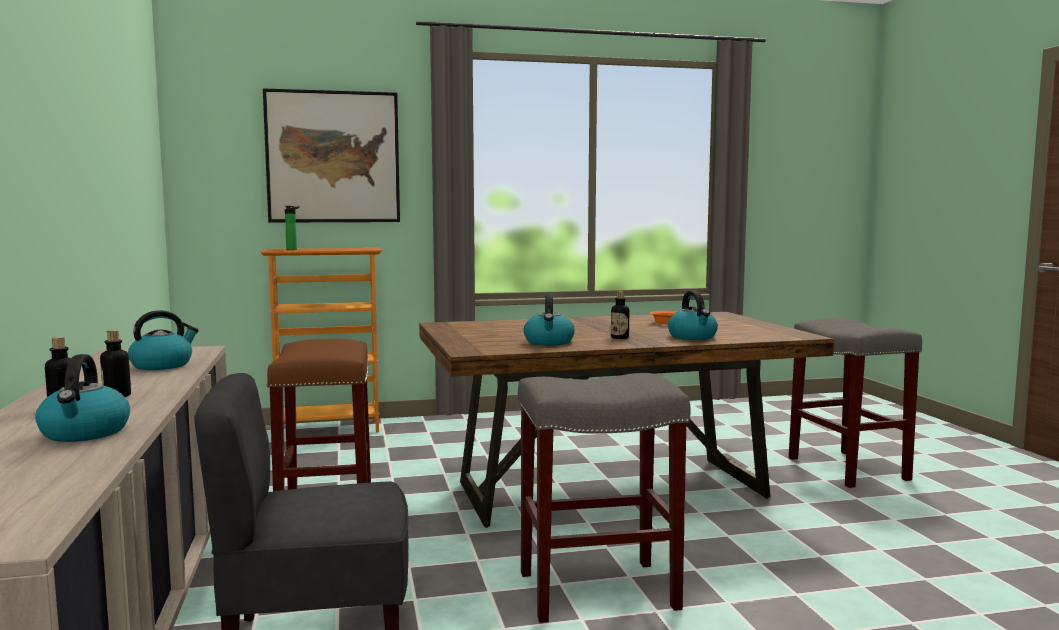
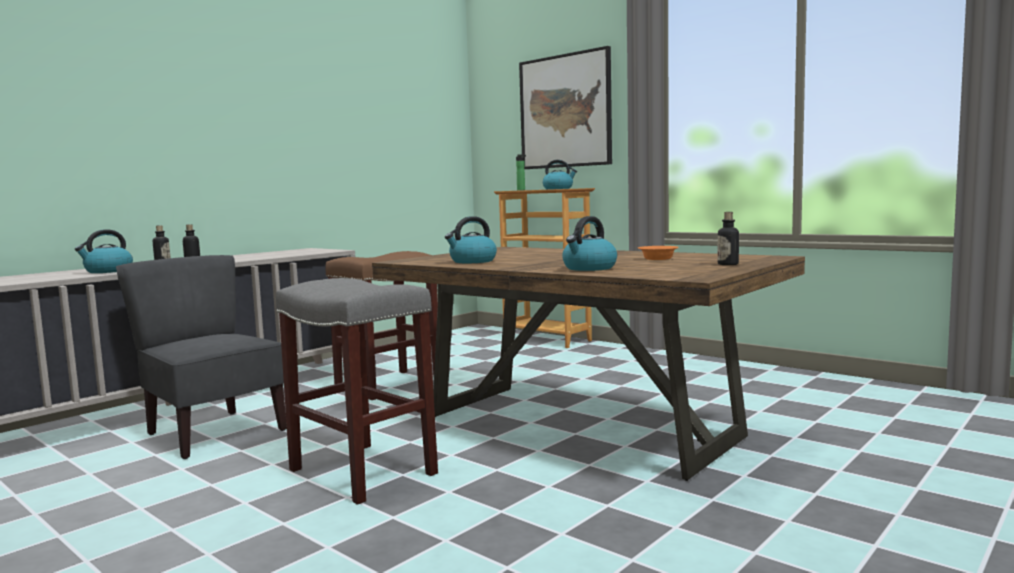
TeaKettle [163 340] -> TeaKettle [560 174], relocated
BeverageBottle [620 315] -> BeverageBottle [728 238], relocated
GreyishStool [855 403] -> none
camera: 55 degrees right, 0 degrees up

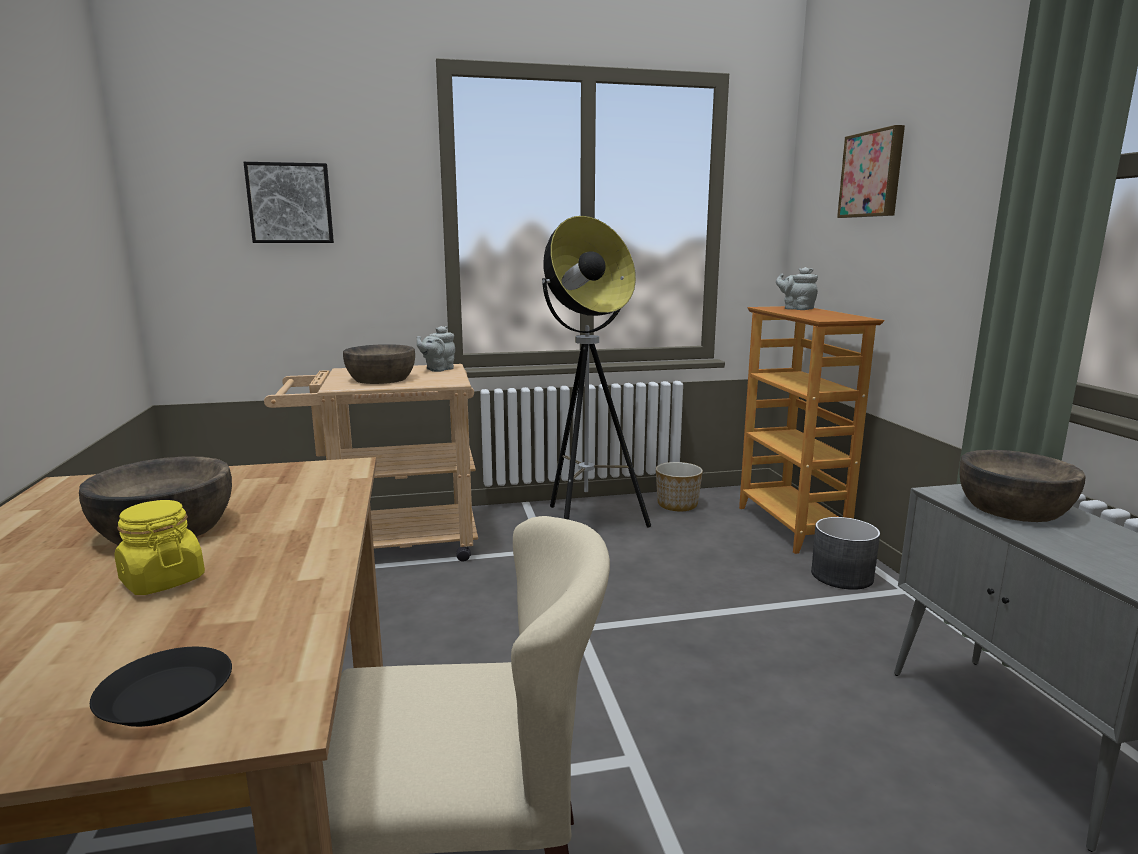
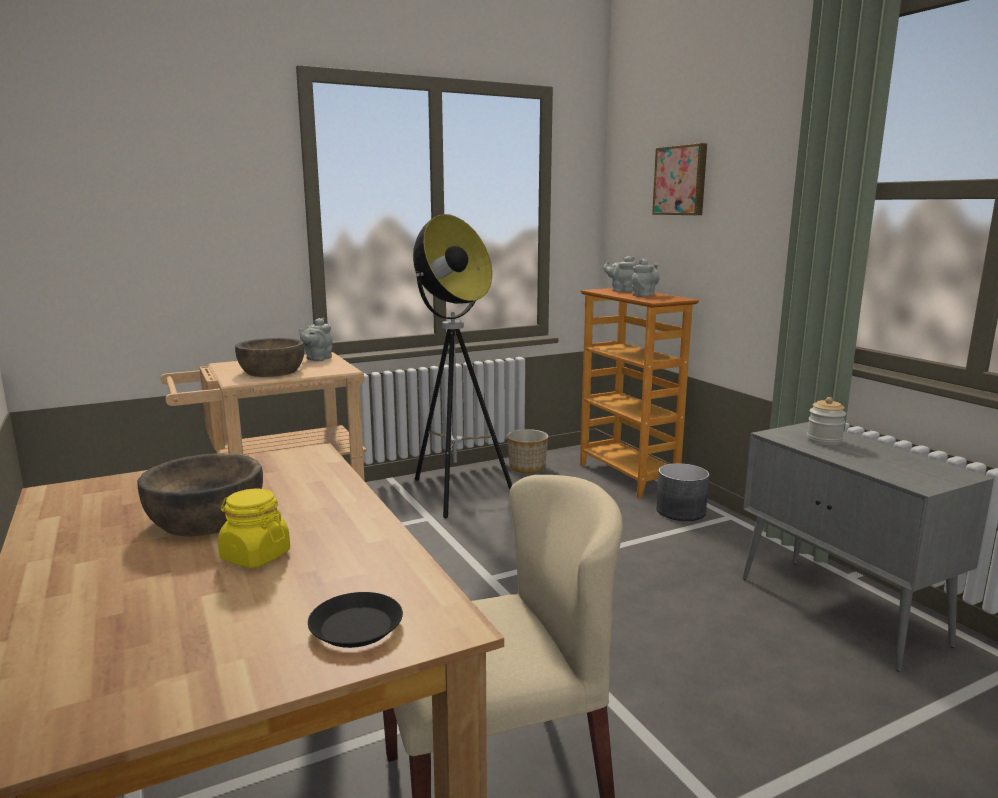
none -> GreyishPotForTea [646 277]
BrownishServingBowl [1022 486] -> PreserveJar [826 421]
Picture [289 202] -> none
camera: 15 degrees left, 0 degrees up

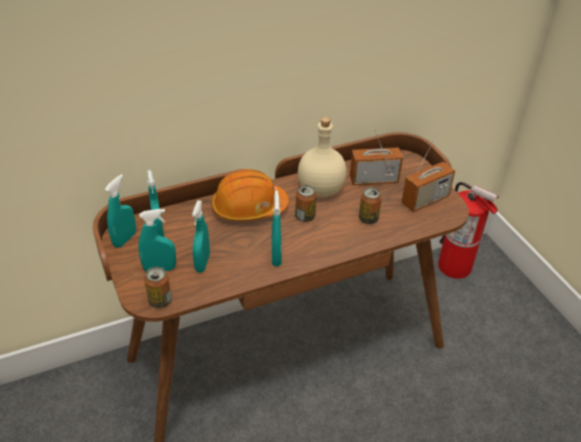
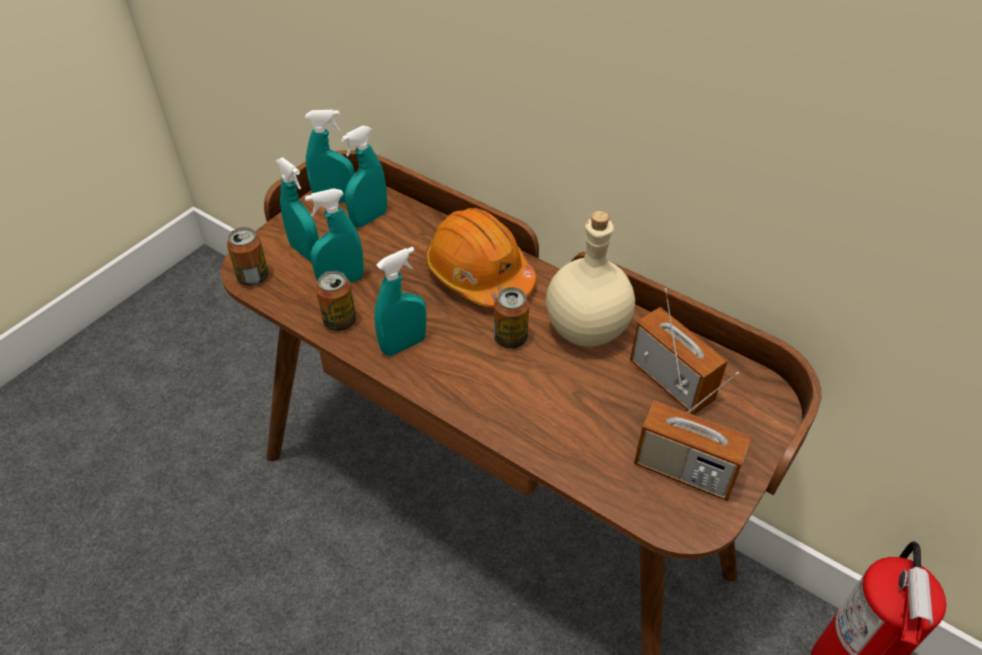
SealedCan [370 205] -> SealedCan [336 301], relocated
camera: 60 degrees right, 5 degrees up

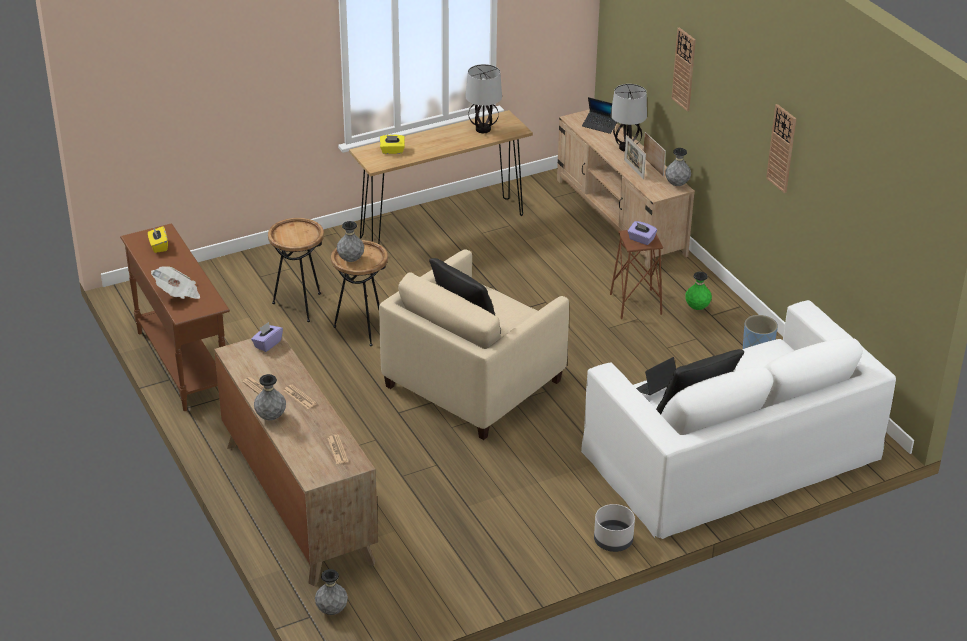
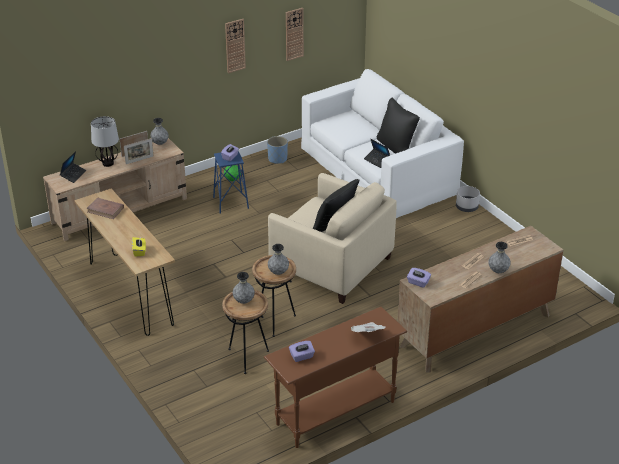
LampForATable [483 98] -> BrownishBook [105 208]
BrownishStool [636 274] -> BlueStool [231 182]
GreyishDecorativeVase [331 592] -> GreyishDecorativeVase [244 288], relocated
ClockOnTheWall [683 69] -> ClockOnTheWall [295 34], relocated
YellowishTissueHolder [158 239] -> PurpleTissueHolder [302 351]
camera: 95 degrees left, 0 degrees up

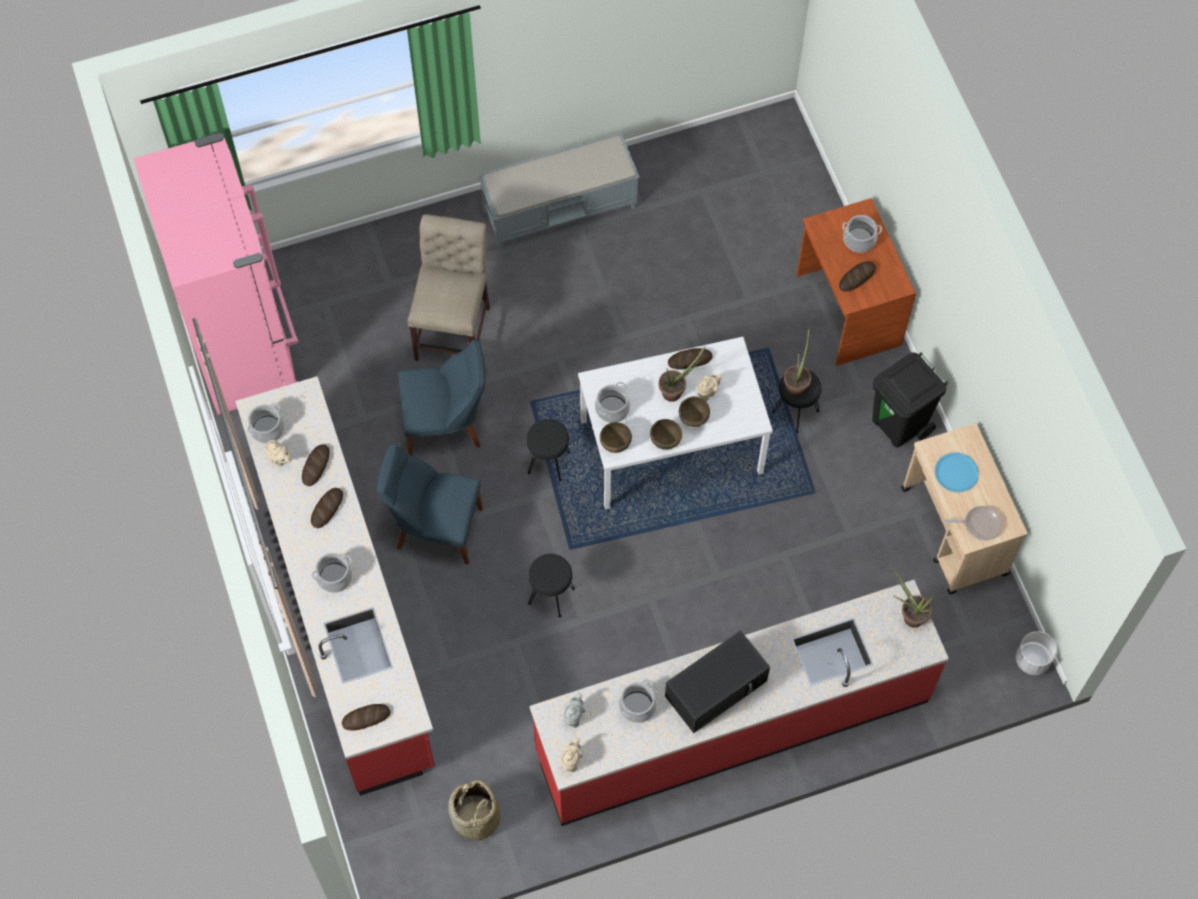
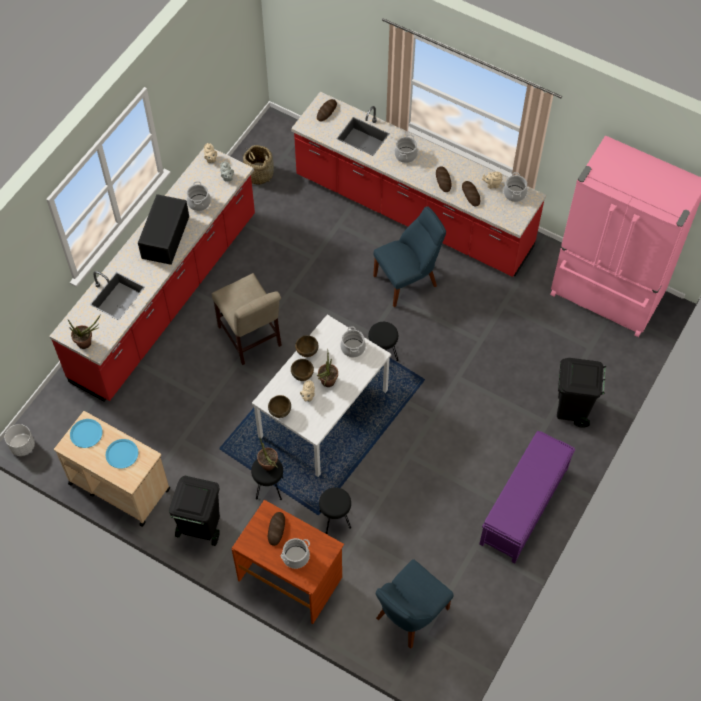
Pan [973 523] -> BluePlate [86 433]
BeigeColouredPlainChair [448 287] -> BeigeColouredPlainChair [247 319], relocated
BrownishServingBowl [616 437] -> BrownishServingBowl [279 406], relocated
BlackishStool [551 586] -> BlackishStool [335 510], relocated
BluePlainChair [442 397] -> BluePlainChair [415 604], relocated
GreyishLongSeat [559 191] -> PurpleLongSeat [527 497]
none -> BlackishWasteBin [581 392]
BakedBread [690 359] -> none
camera: 140 degrees right, 5 degrees down

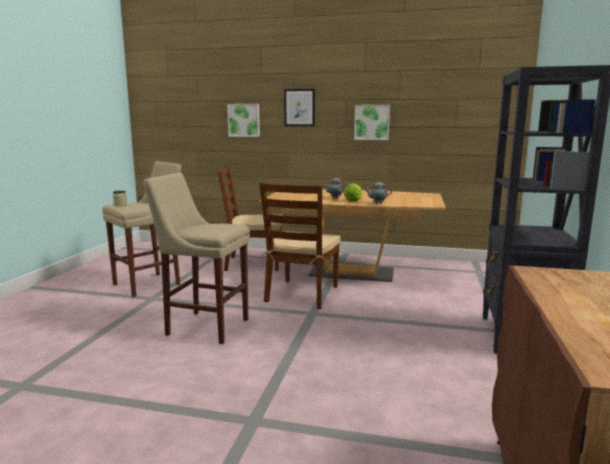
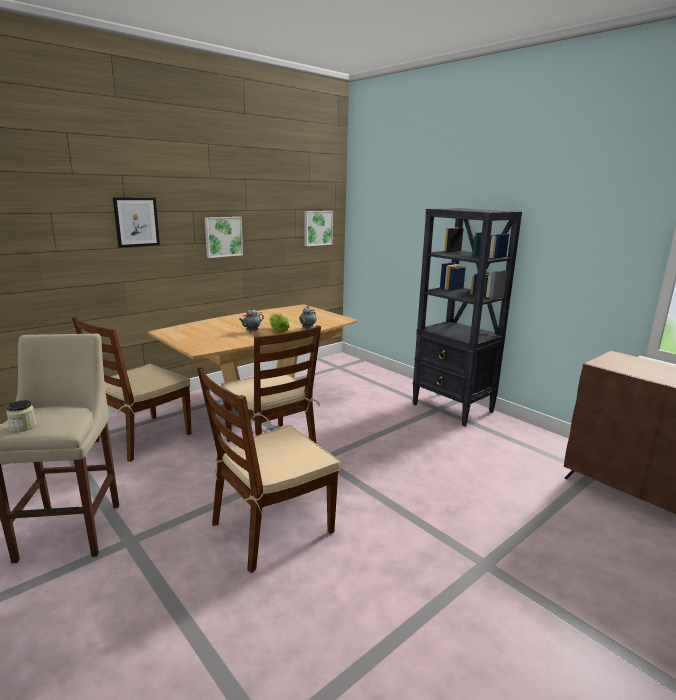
BeigeColouredStool [196 258] -> BrownishPlainChair [268 469]
Picture [243 120] -> Picture [318 228], relocated
camera: 55 degrees left, 5 degrees up

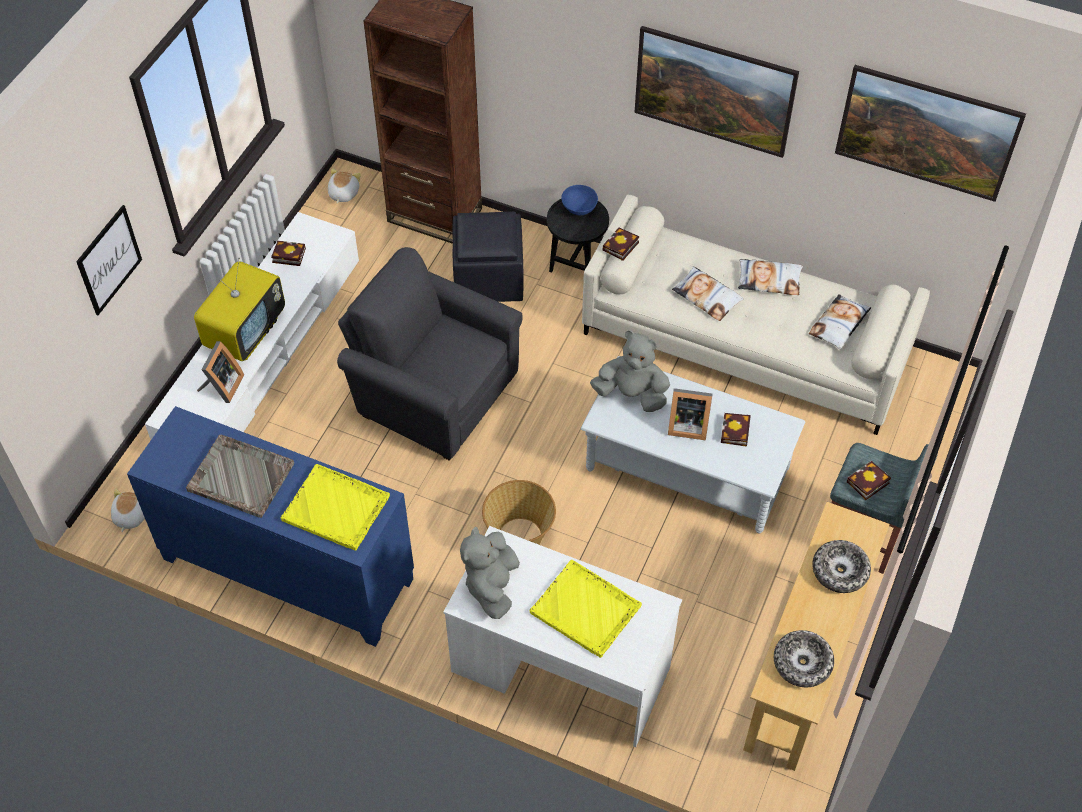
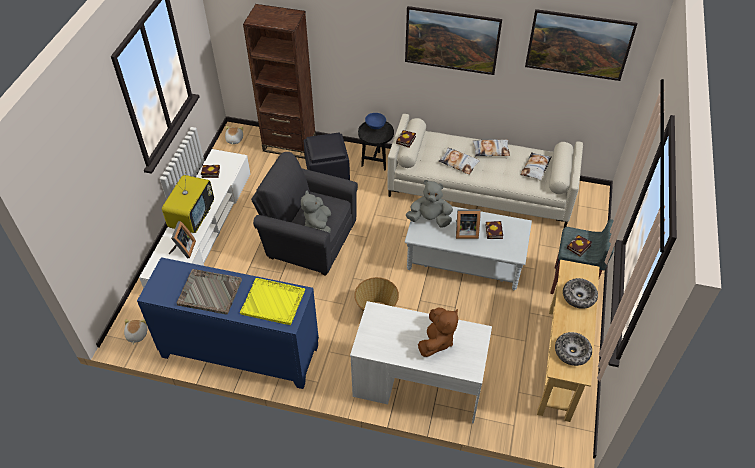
GreyishPlushToy [490 573] -> GreyishPlushToy [316 212], relocated
YellowishCarryingTray [586 609] -> BrownishPlushToy [438 332]
Picture [109 260] -> none
camera: 10 degrees left, 5 degrees down

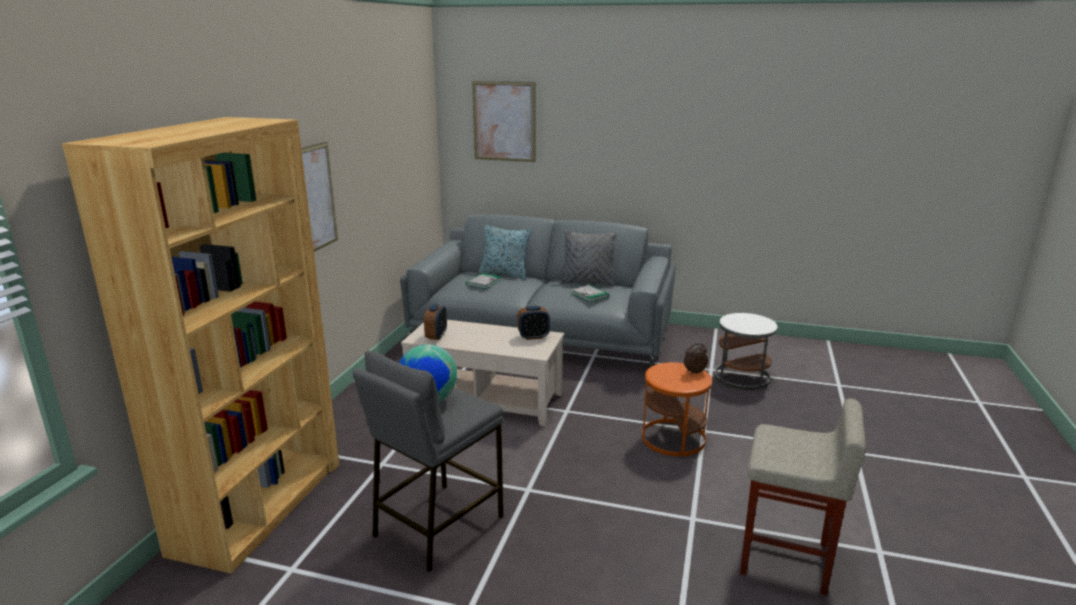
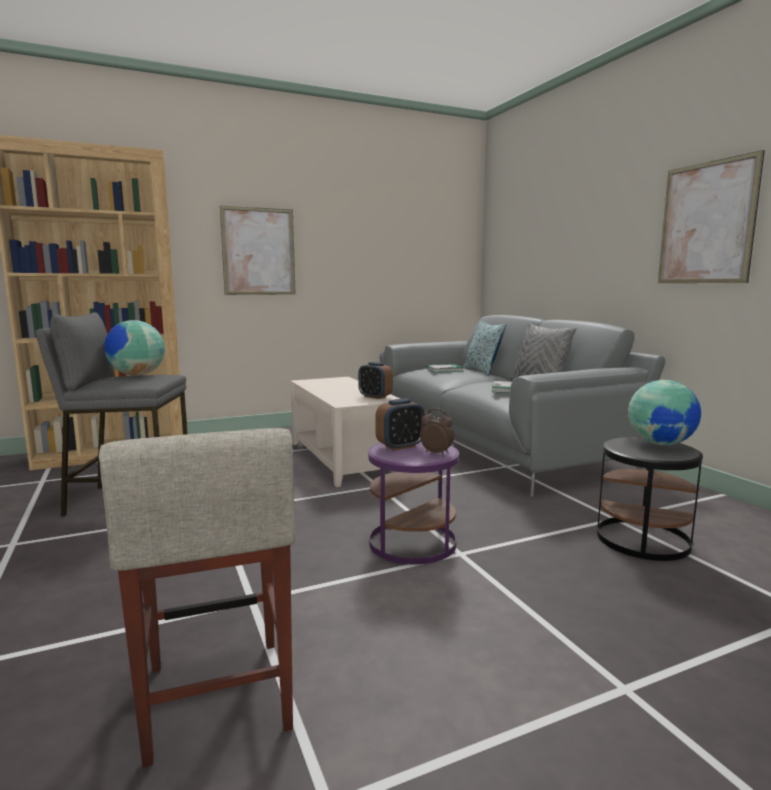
OrangeEndTable [677 409] -> PurpleEndTable [413 503]
BedsideClock [435 322] -> BedsideClock [400 424], relocated
WhiteColouredEndTable [746 351] -> BlackishEndTable [650 499]
none -> Globe [664 412]
Picture [504 121] -> Picture [711 216], relocated
camera: 50 degrees right, 10 degrees down

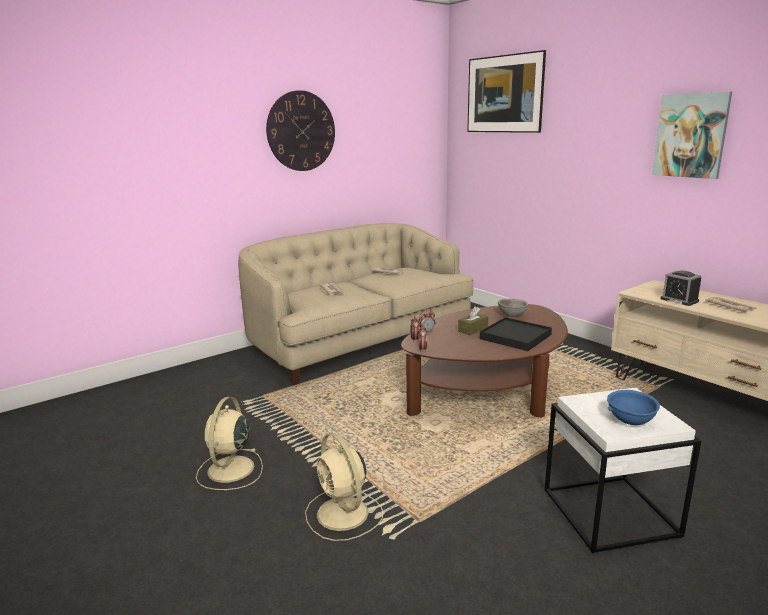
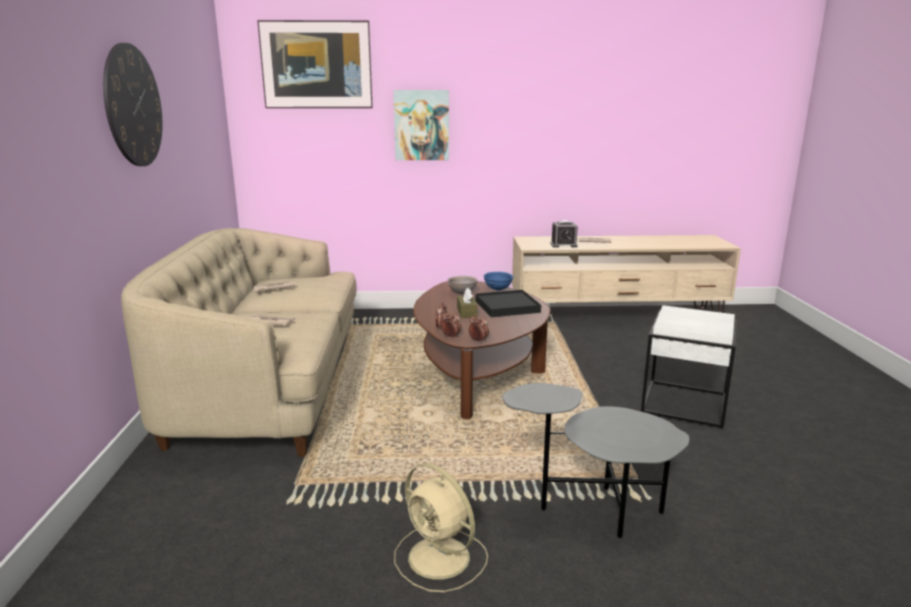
Picture [692 135] -> Picture [421 125], relocated
BlueServingBowl [633 407] -> BlueServingBowl [498 281], relocated
BeigeColouredFan [344 487] -> GreyishEndTable [595 460]
camera: 55 degrees left, 0 degrees up

